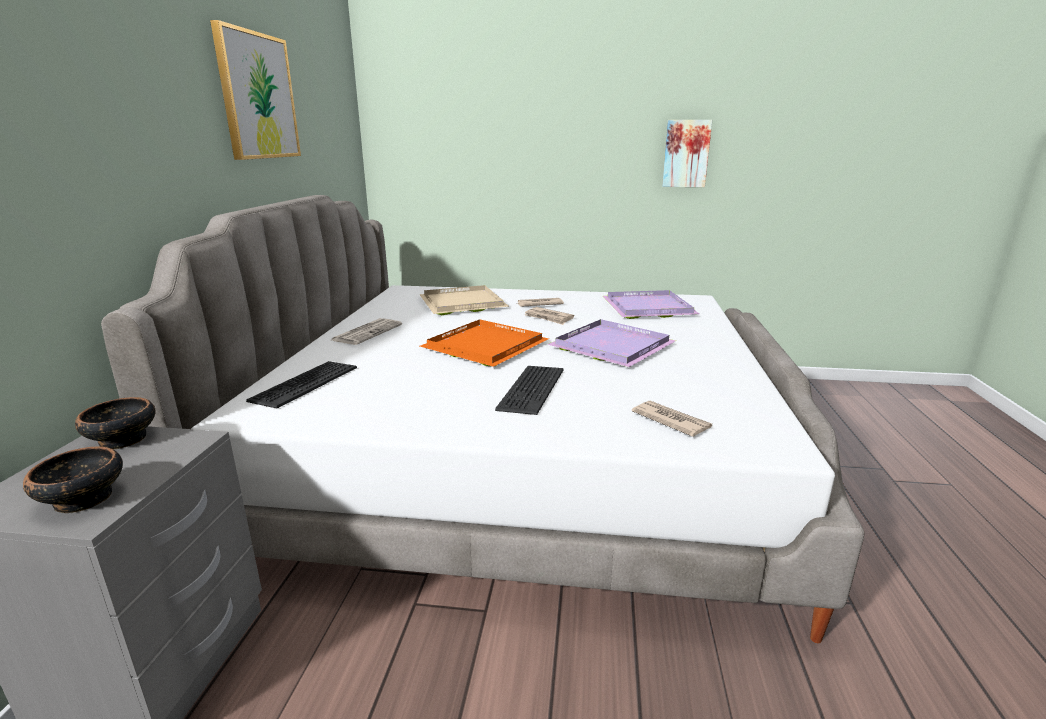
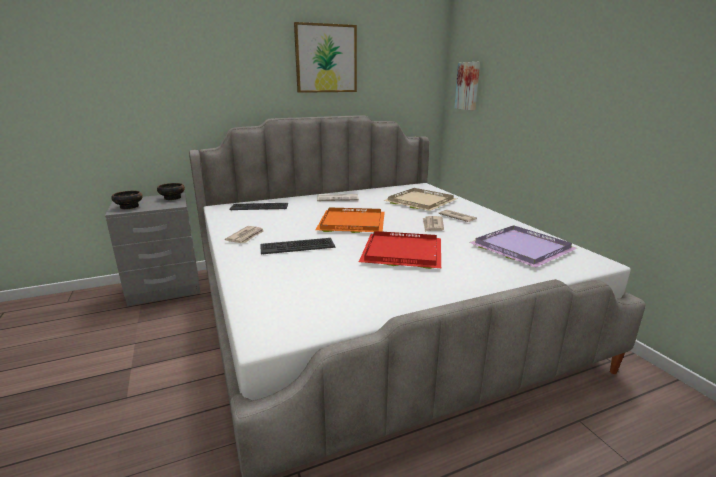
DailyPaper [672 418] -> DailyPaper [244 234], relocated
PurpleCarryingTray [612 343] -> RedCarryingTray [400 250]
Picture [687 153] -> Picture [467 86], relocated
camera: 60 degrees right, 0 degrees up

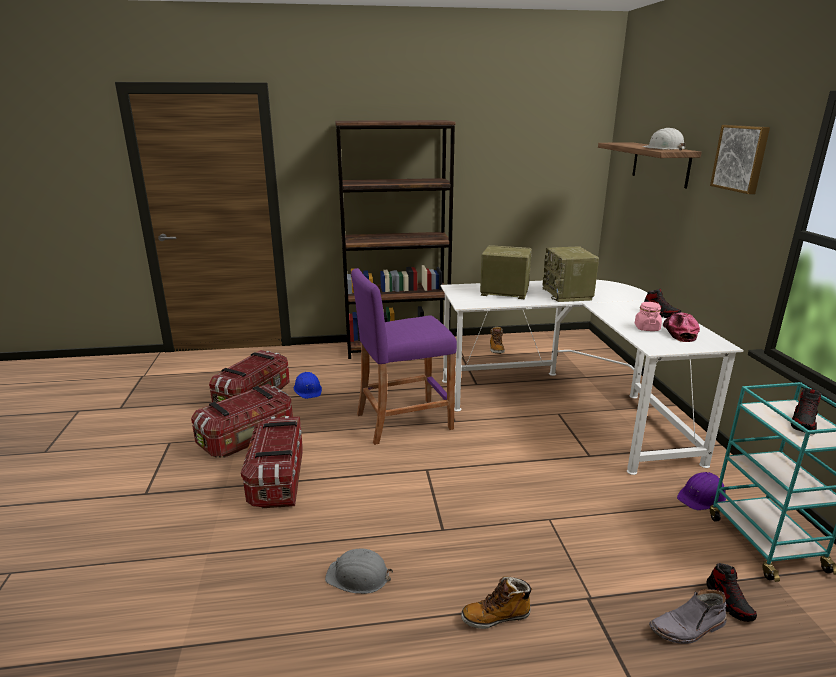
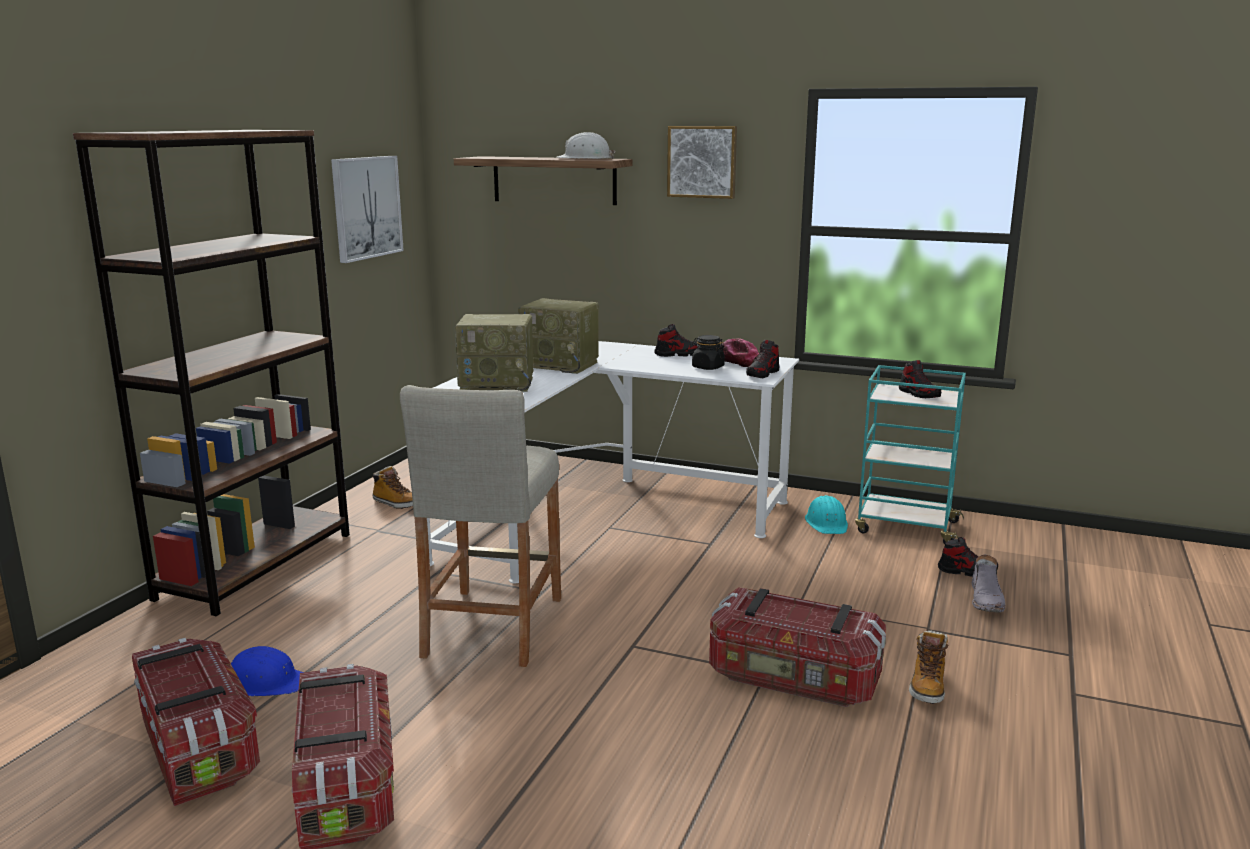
none -> Picture [367 209]
PurpleStool [404 356] -> BeigeColouredStool [480 526]
RadioReceiver [506 272] -> RadioReceiver [494 353], 135 degrees counterclockwise
PinkishPreserveJar [648 316] -> BlackishPreserveJar [708 352]
StorageBox [271 462] -> StorageBox [797 647], relocated
none -> LowShoe [763 359]
PurpleWorkHelmet [701 491] -> TurquoiseWorkHelmet [826 514]
GreyishWorkHelmet [359 571] -> none
camera: 60 degrees left, 5 degrees down

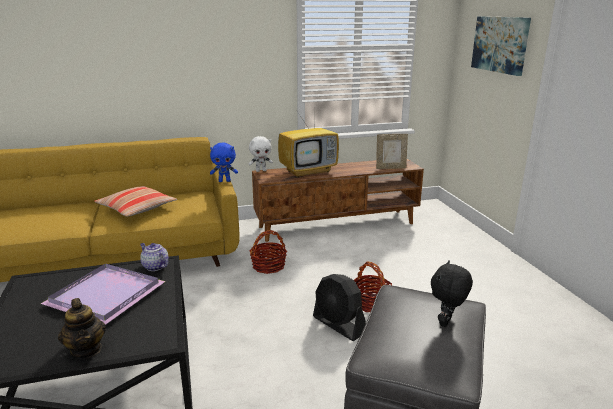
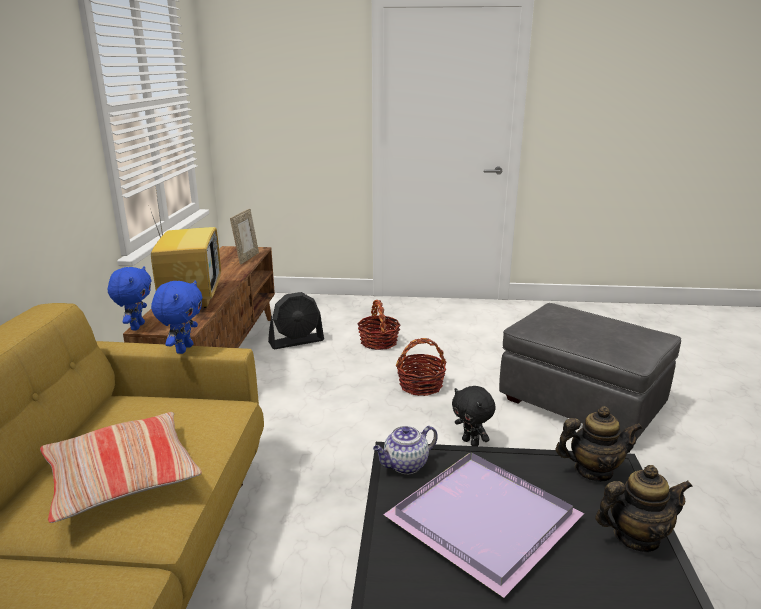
WhiteColouredPlushToy [261 154] -> BluePlushToy [130 298]
BlackishFan [339 307] -> BlackishFan [296 320], relocated
StorageBasket [268 252] -> StorageBasket [379 325], relocated
BlackishPlushToy [452 294] -> BlackishPlushToy [474 416], relocated
none -> PotForTea [599 444]
Picture [501 46] -> none
camera: 70 degrees left, 0 degrees up

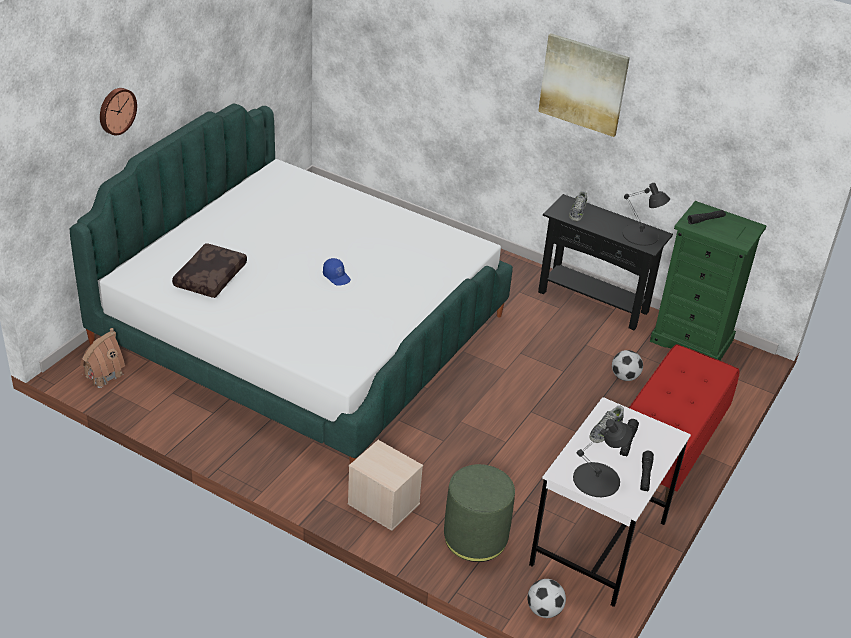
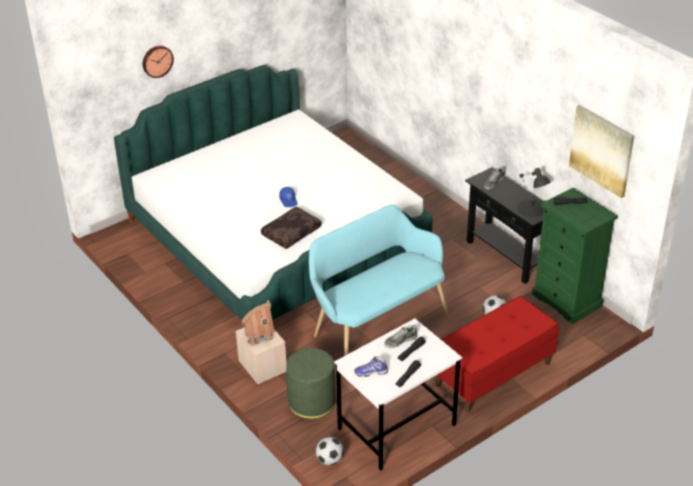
ToyHouse [103 358] -> ToyHouse [258 323], relocated
BrownishThrowPillow [209 270] -> BrownishThrowPillow [291 228], relocated
none -> TurquoiseLongSeat [378 280]
BlackishLampForATable [602 458] -> LowShoe [371 366]
Picture [584 85] -> Picture [601 151], relocated
camera: 25 degrees right, 0 degrees up

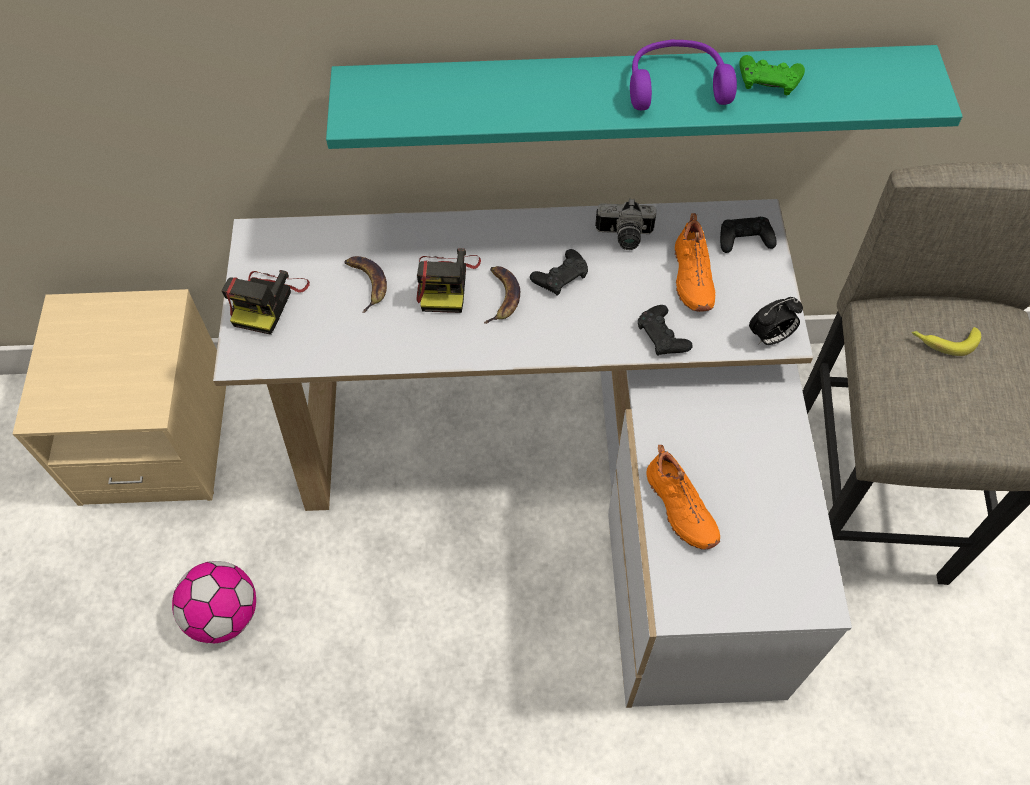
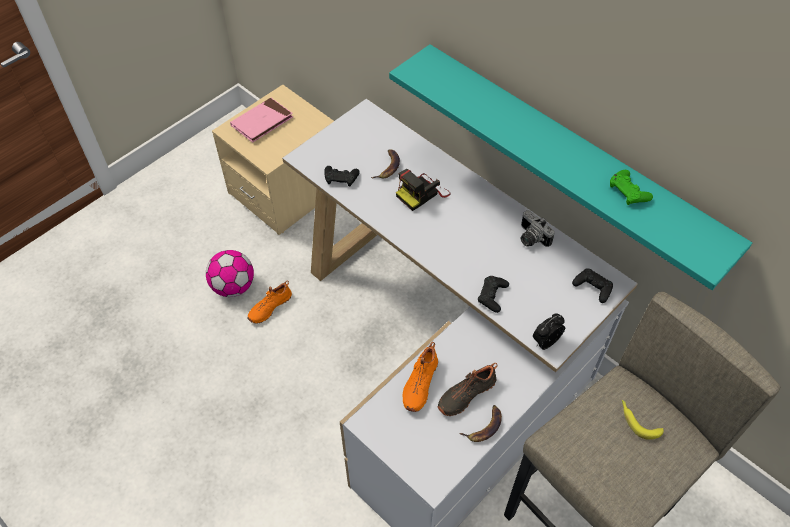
none -> PinkishBook [261 120]
OrangeLowShoe [695 262] -> OrangeLowShoe [270 302], relocated
BlackishGameController [559 272] -> BlackishGameController [341 176], relocated
none -> BlackishLowShoe [467 389]
Banana [502 295] -> Banana [480 423], relocated
BedsideClock [776 321] -> BedsideClock [549 331], 120 degrees clockwise
StillCamera [265 302] -> none
PurpleHeadset [683 74] -> none
camera: 45 degrees right, 5 degrees down

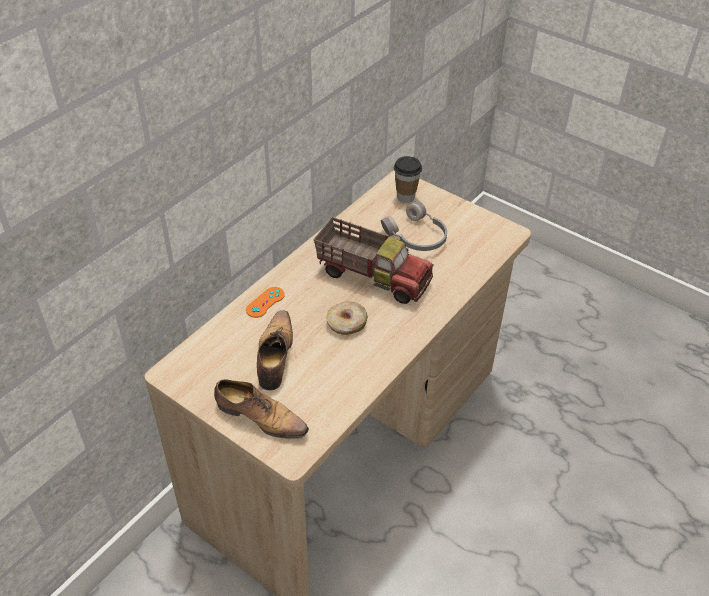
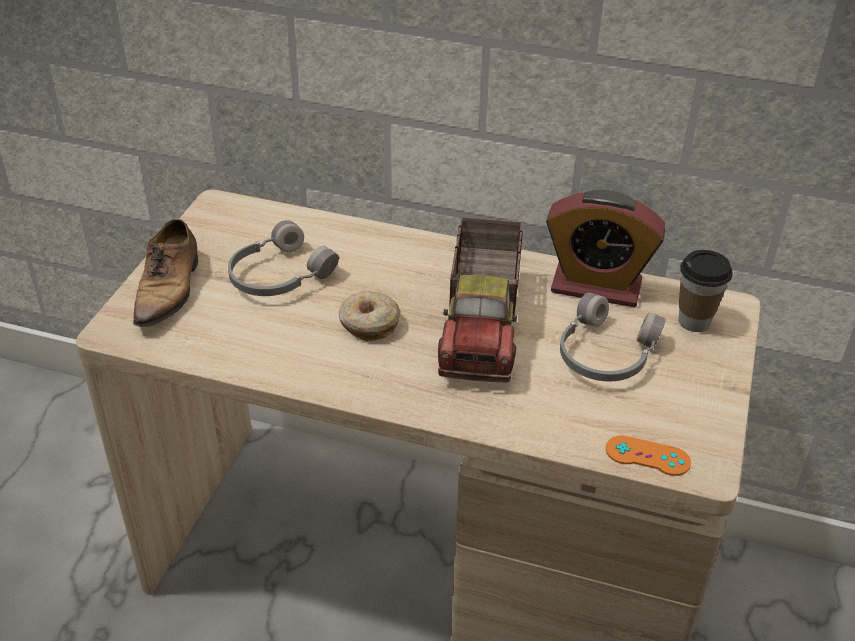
LowShoe [275 350] -> GreyishHeadset [283 258]
none -> BedsideClock [605 248]
OrangeGameController [265 302] -> OrangeGameController [648 455], relocated
camera: 70 degrees right, 5 degrees down

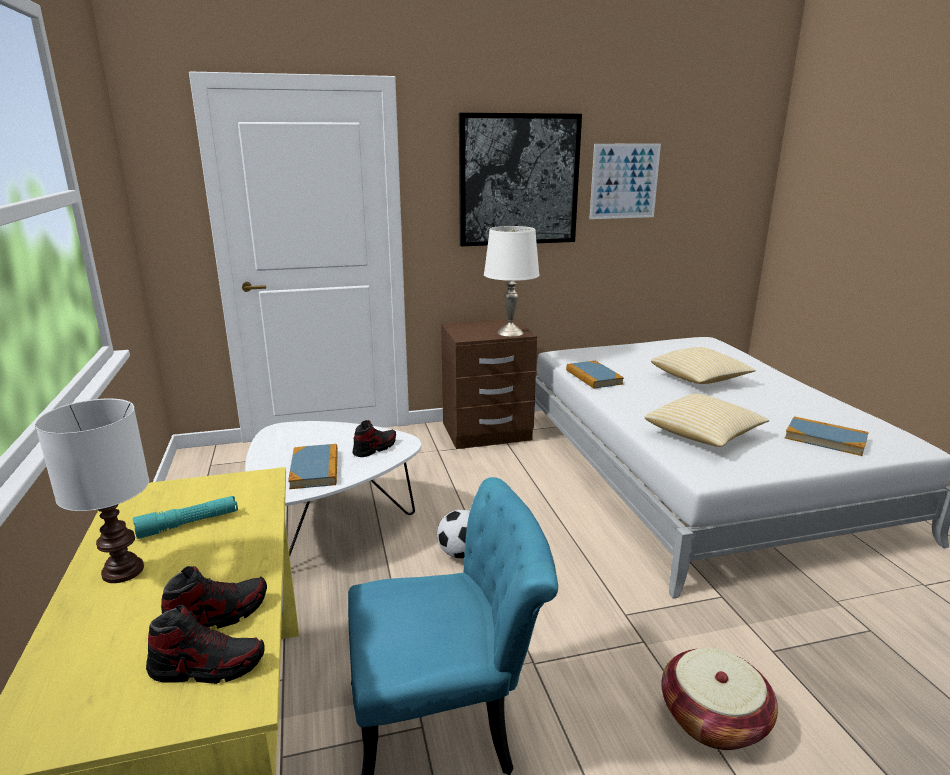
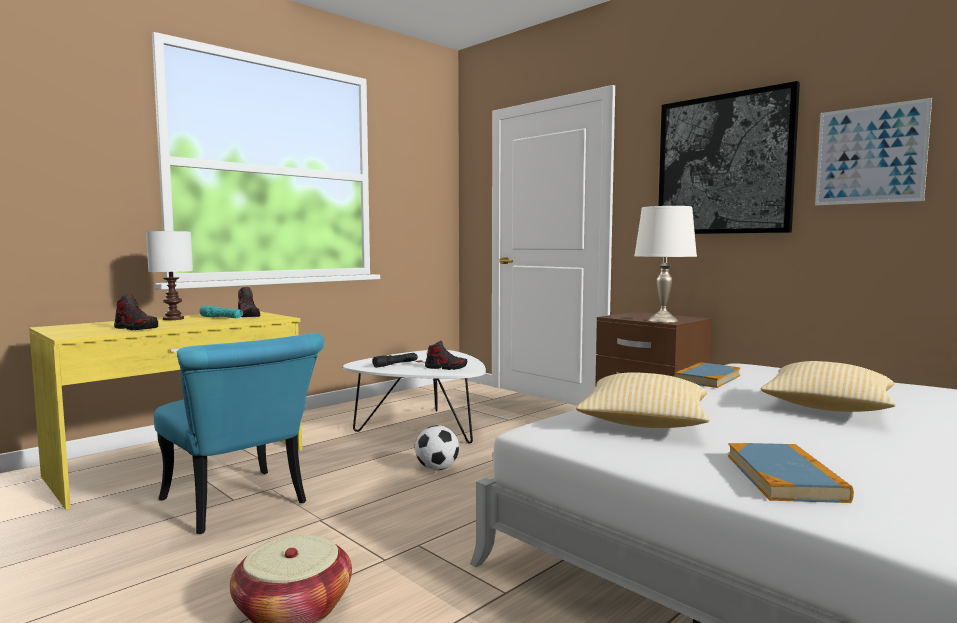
LowShoe [205 644] -> LowShoe [249 302], relocated
Book [313 466] -> BlackishHandTorch [395 360]
camera: 60 degrees right, 15 degrees down

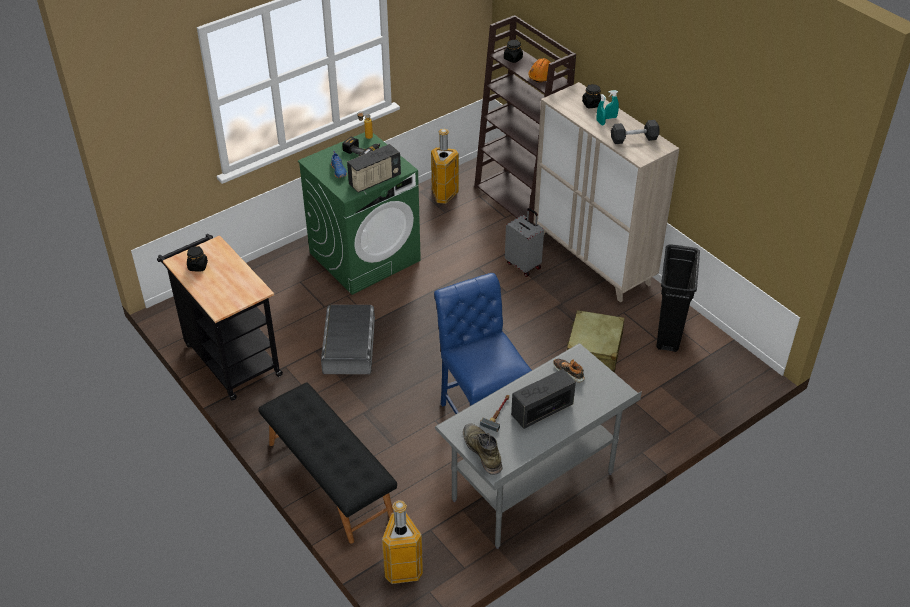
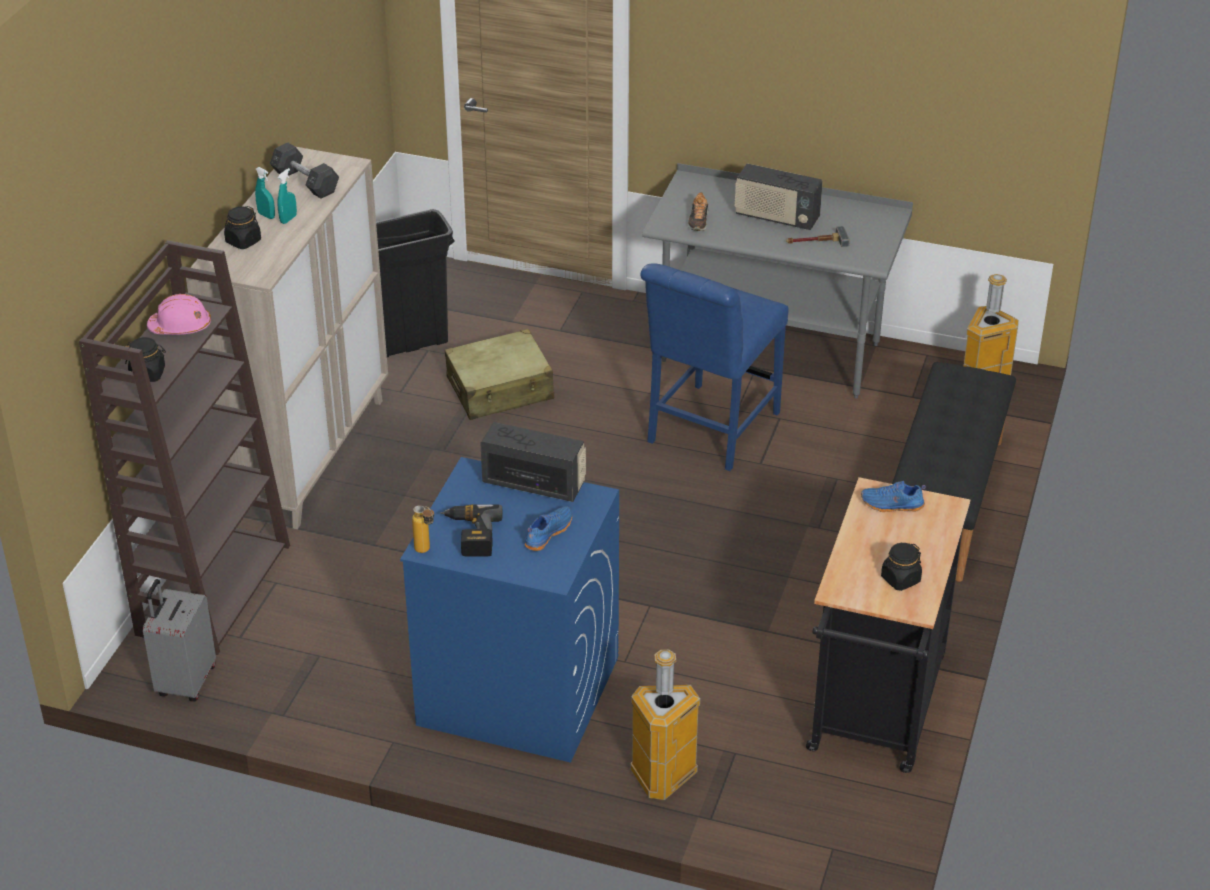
GreyishPieceOfLuggage [524 242] -> GreyishPieceOfLuggage [179 640], relocated
OrangeWorkHelmet [539 70] -> PinkishWorkHelmet [179 314]
GreenLaundryAppliance [359 213] -> BlueLaundryAppliance [509 610]
WasteBin [445 166] -> WasteBin [665 725], relocated
none -> BlueLowShoe [893 496]
GreyishStorageBox [348 339] -> none
GreenBoot [483 449] -> none
camera: 125 degrees left, 5 degrees down

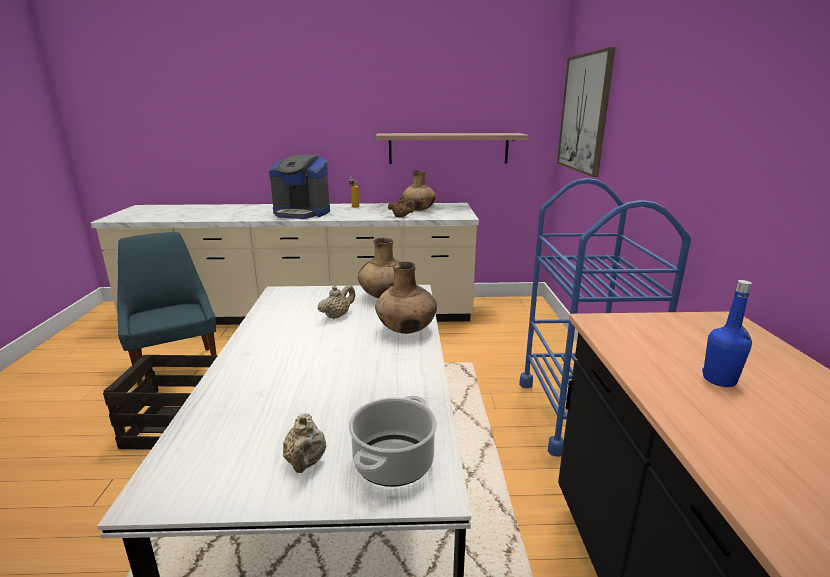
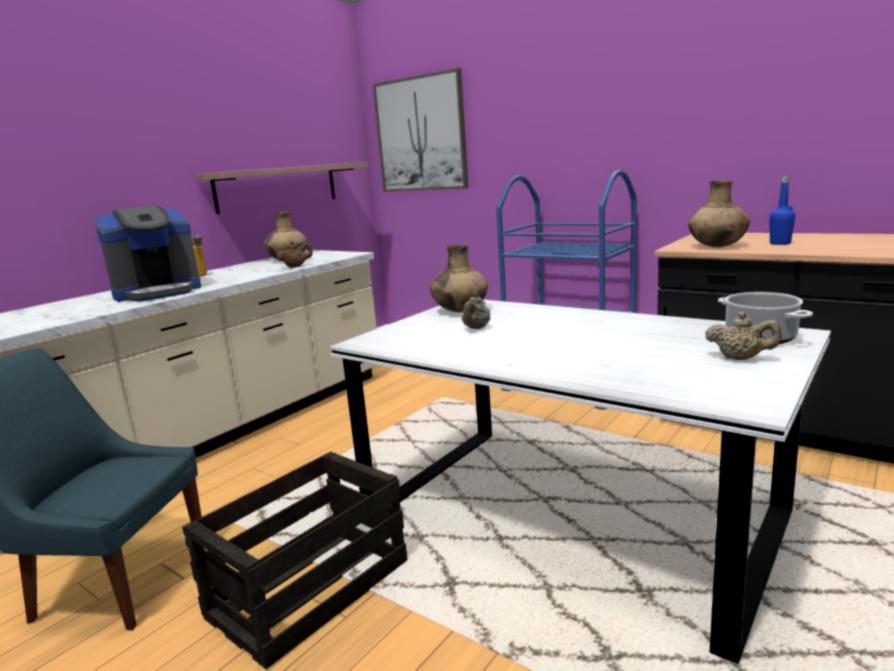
BeigeColouredPotForTea [336 302] -> BeigeColouredPotForTea [476 310], 150 degrees counterclockwise
BrownishDecorativeVase [406 297] -> BrownishDecorativeVase [719 213], relocated
camera: 50 degrees left, 5 degrees down

